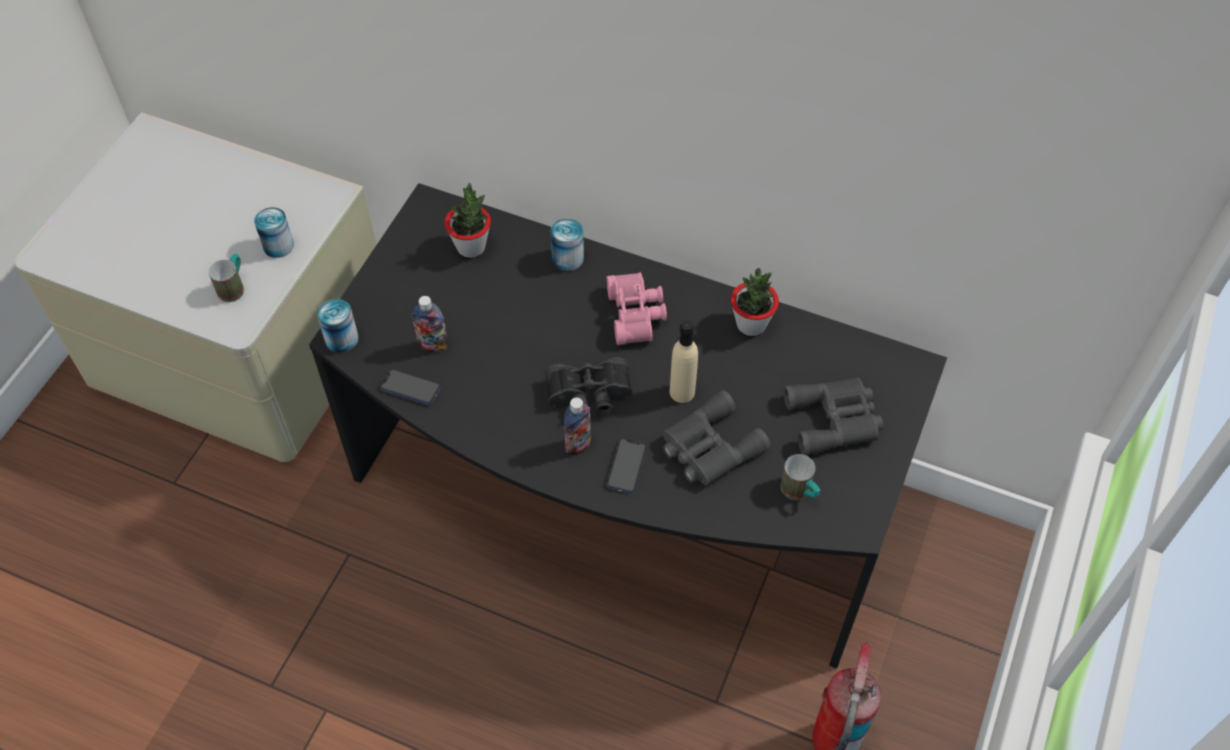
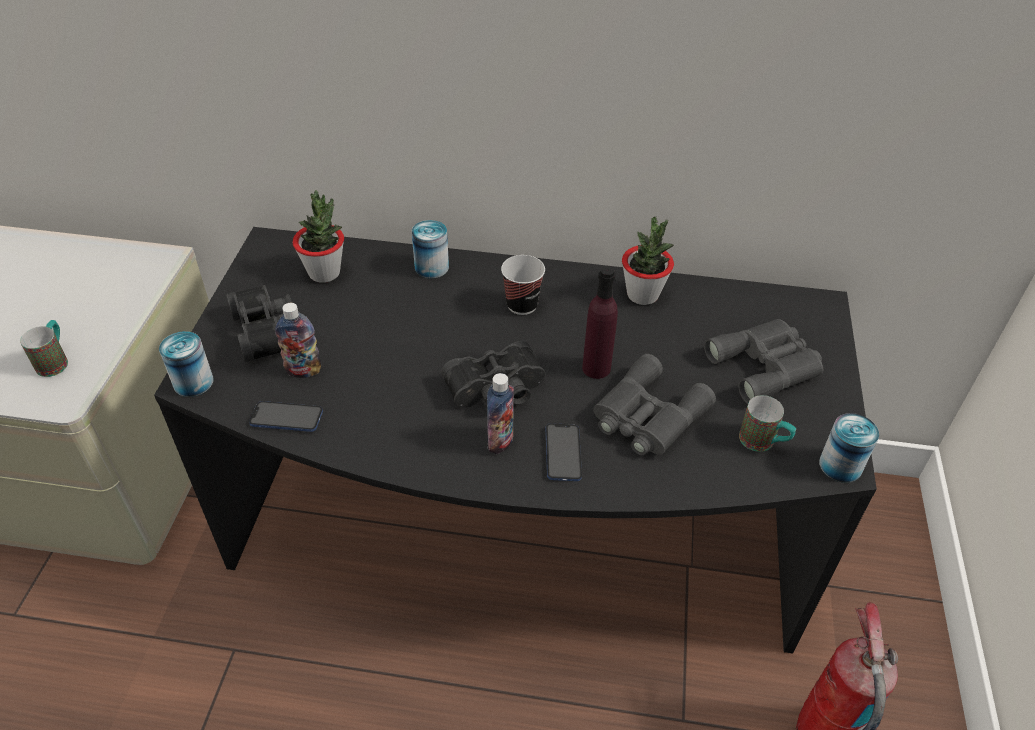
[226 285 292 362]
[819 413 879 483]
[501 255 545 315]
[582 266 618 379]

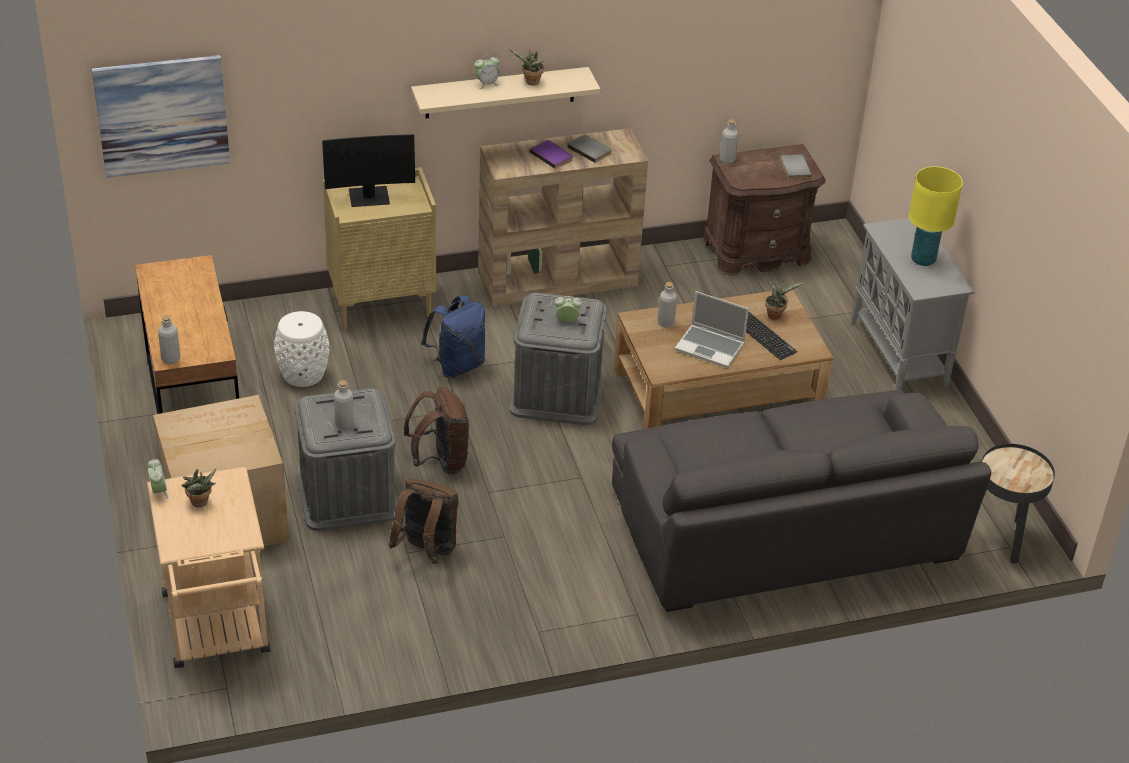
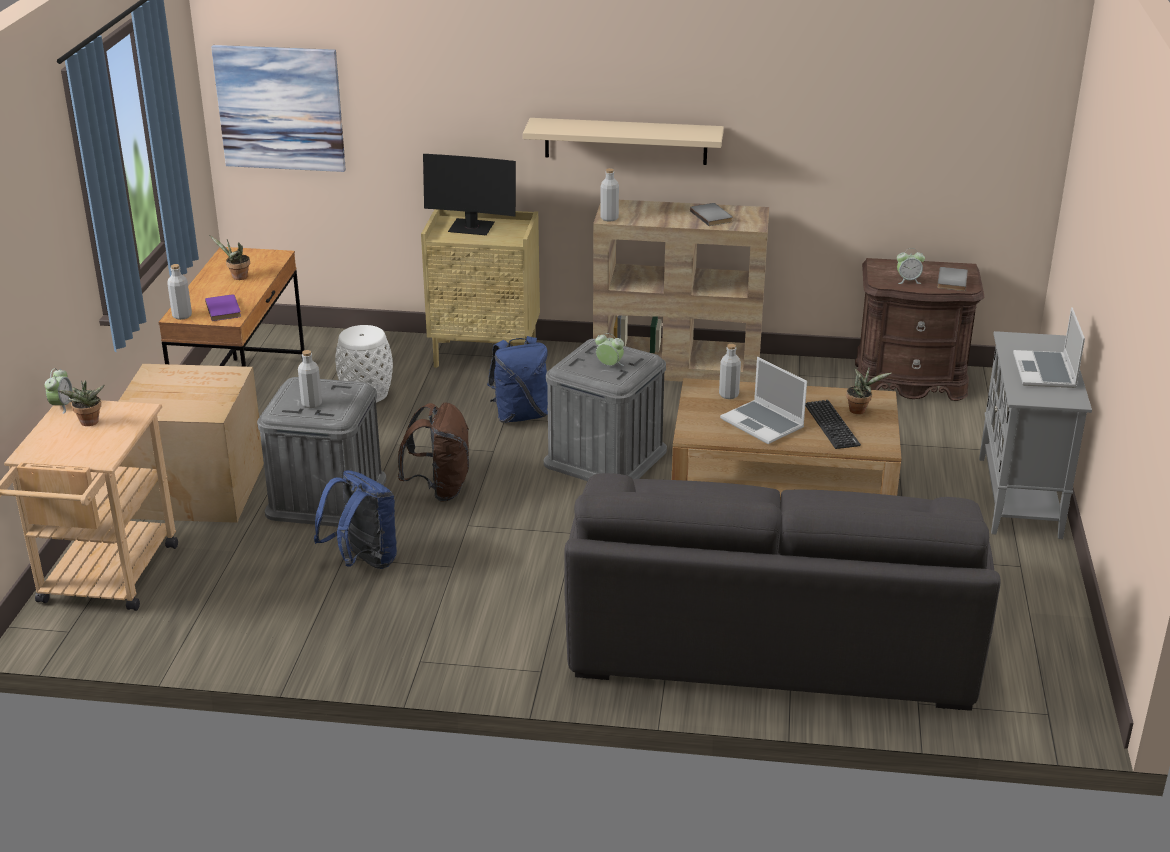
[982 444 1055 564] (first image)
[897 248 925 284]
[209 235 250 280]
[205 294 241 321]
[600 168 619 222]
[1013 307 1085 388]
[314 470 397 569]

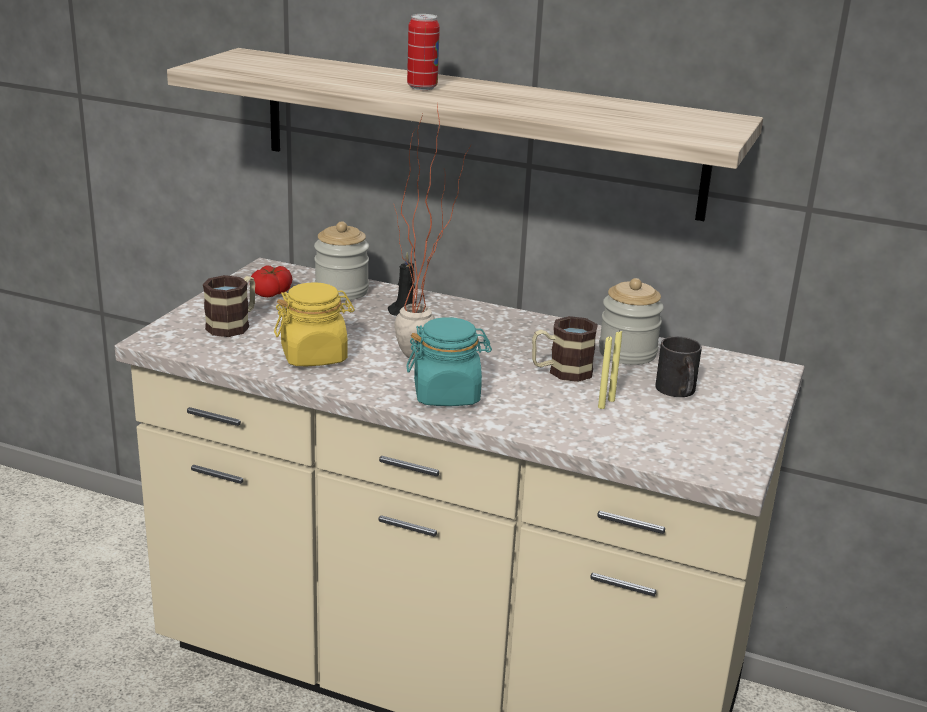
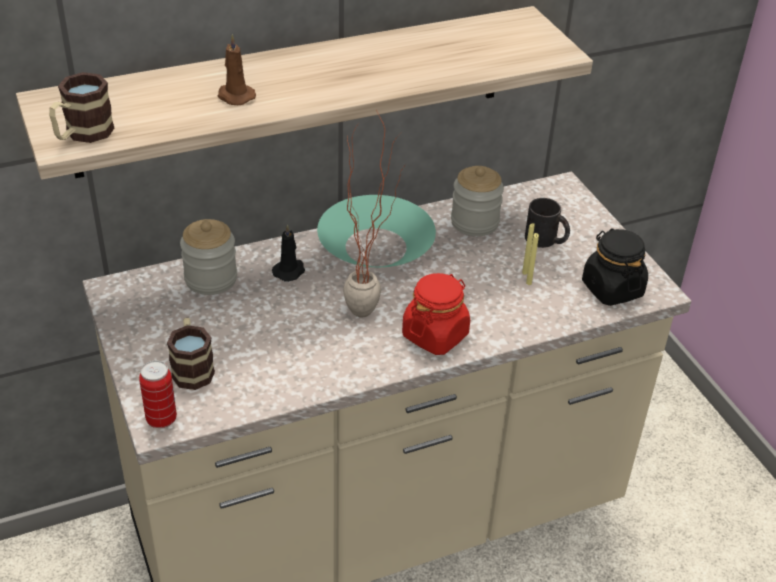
[251 266 292 297] (first image)
[274 282 355 366] (first image)
[217 34 256 105]
[317 195 436 267]
[582 228 648 306]
[139 361 177 428]
[49 72 114 143]
[402 273 470 355]

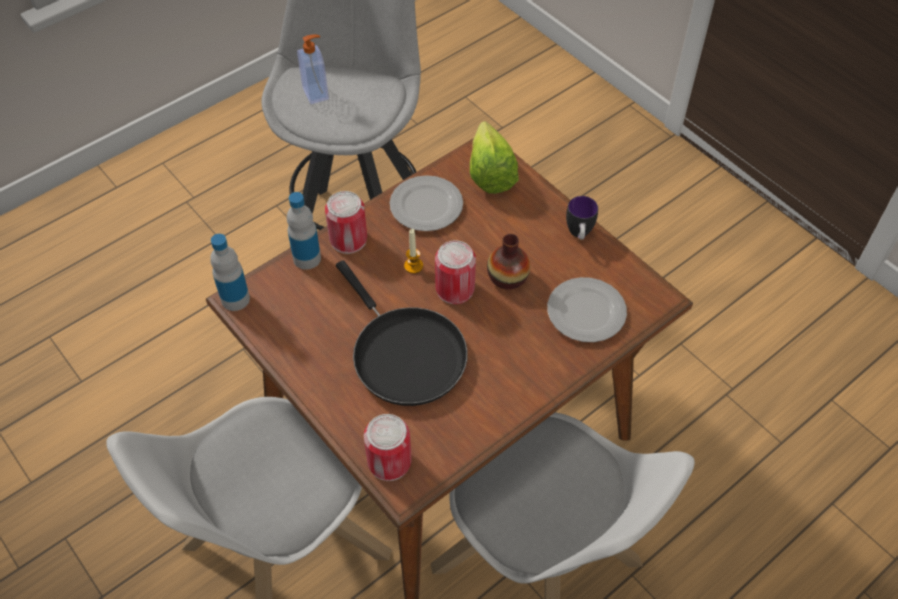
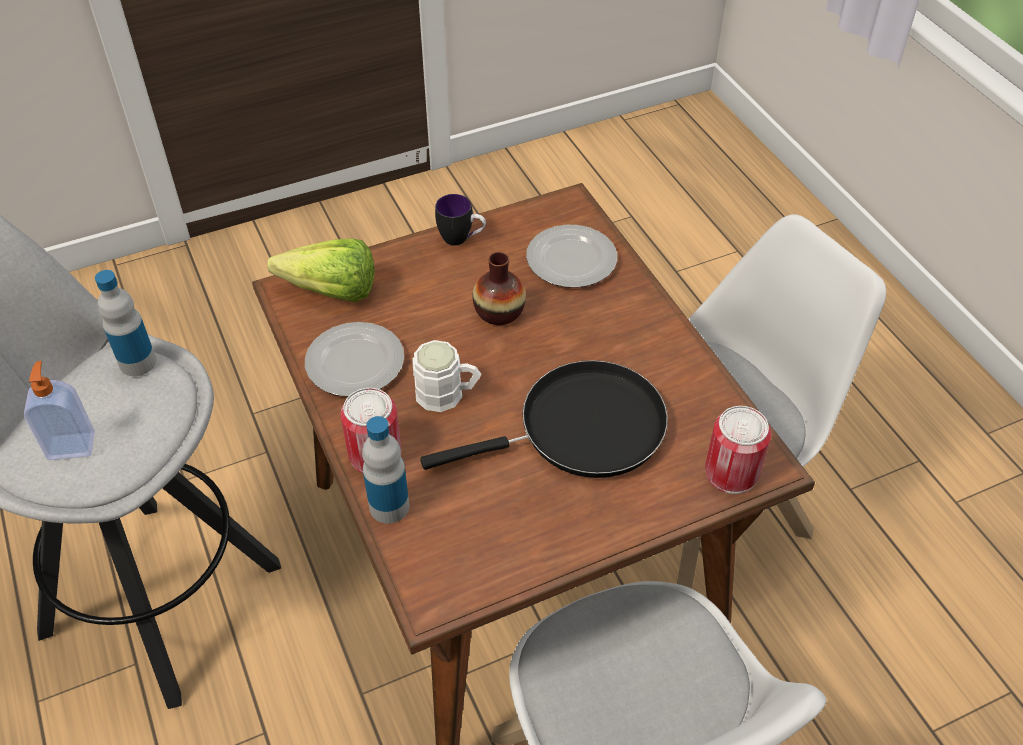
[435 240 476 304] (first image)
[95 270 156 376]
[413 340 481 412]

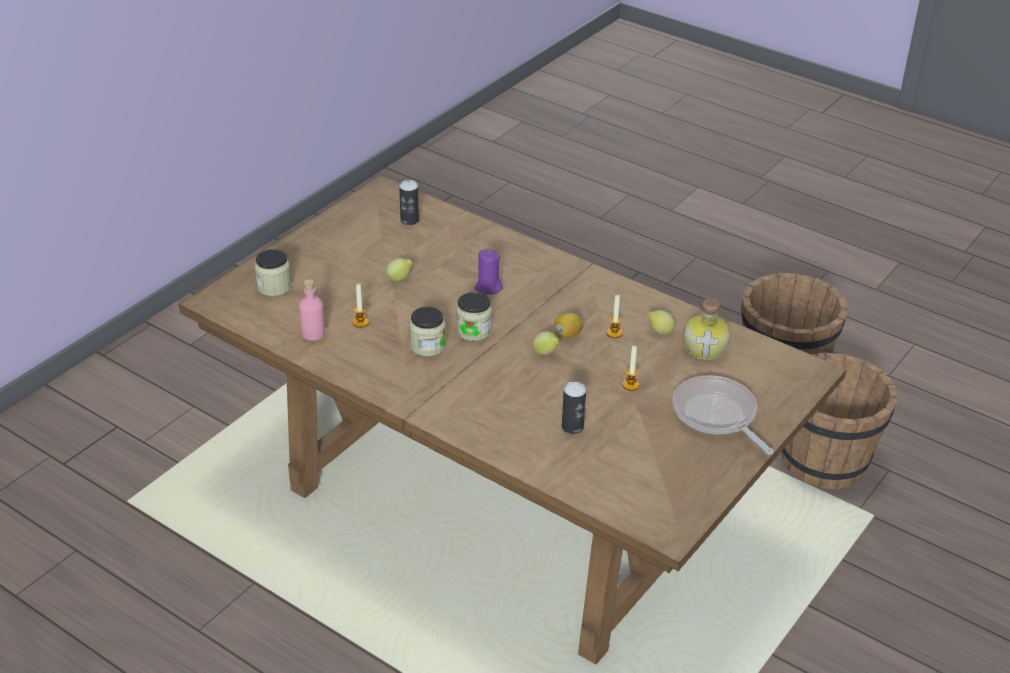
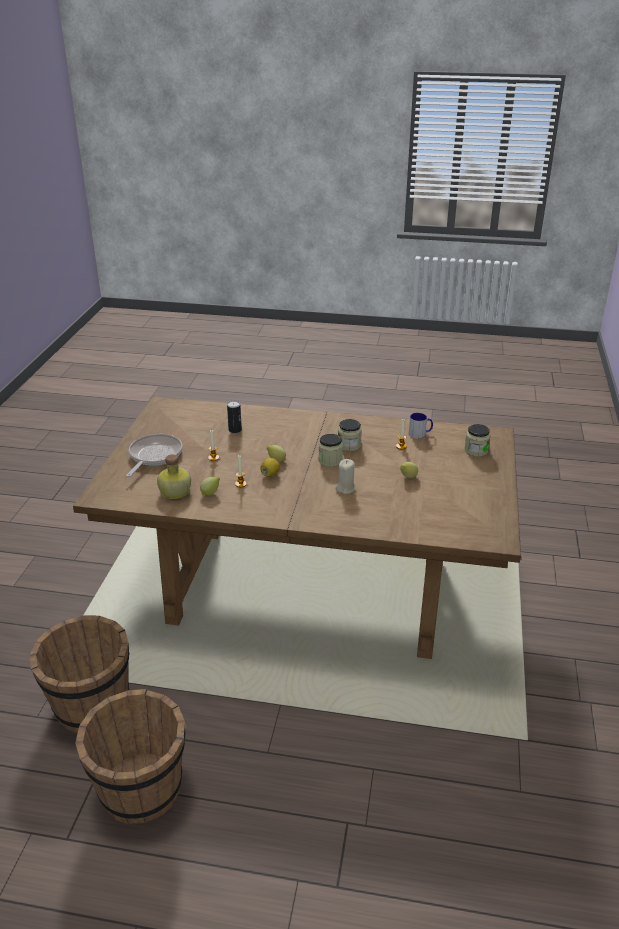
[399 180 419 225] (first image)
[409 413 433 439]
[336 459 355 494]
[126 434 183 477]

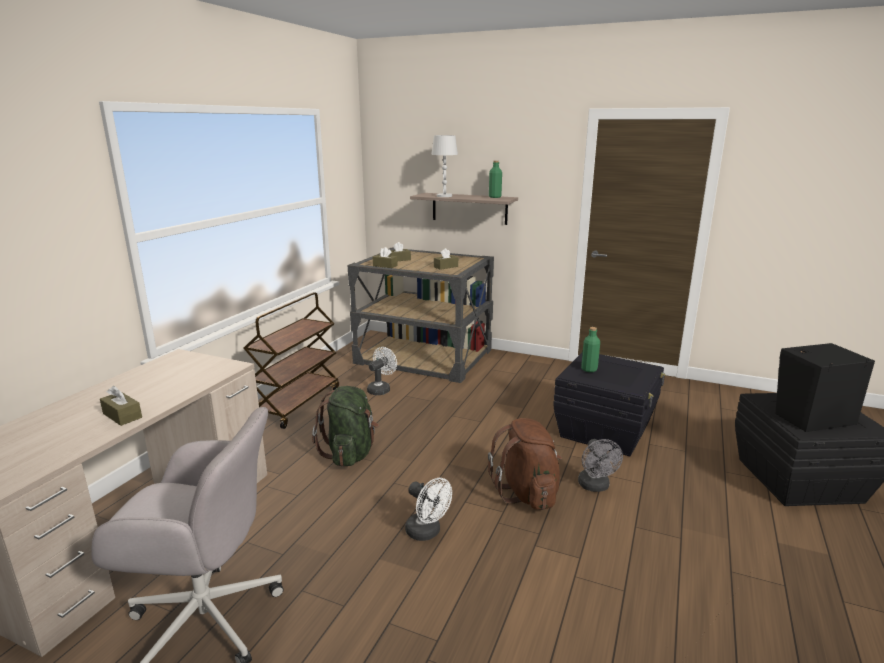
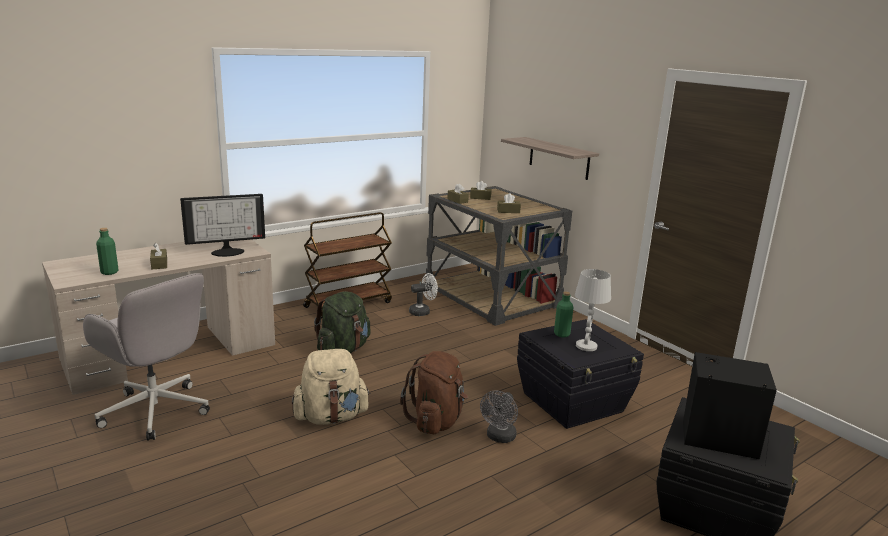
[180 194 265 257]
[575 269 611 351]
[96 228 119 275]
[292 349 371 425]

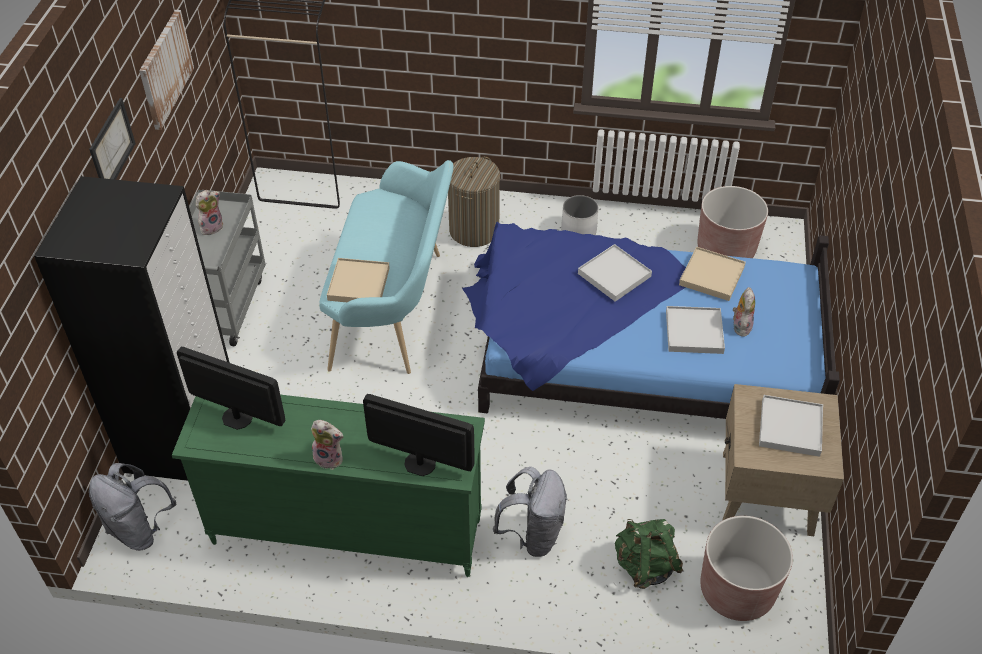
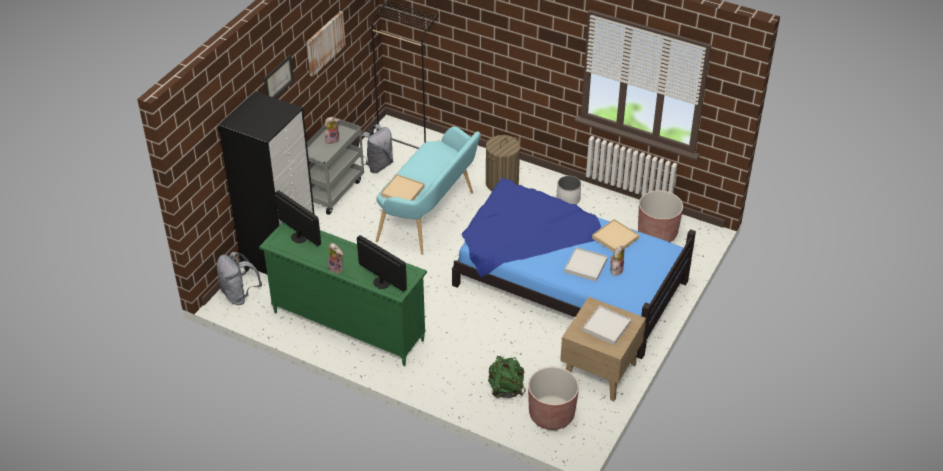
[578 244 652 302] (first image)
[356 125 393 173]

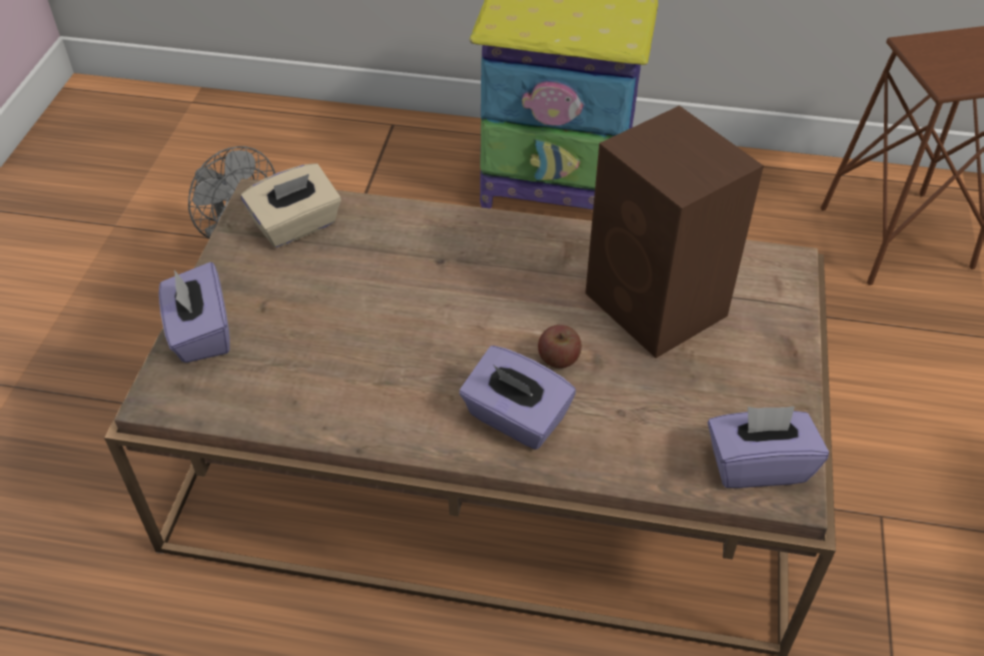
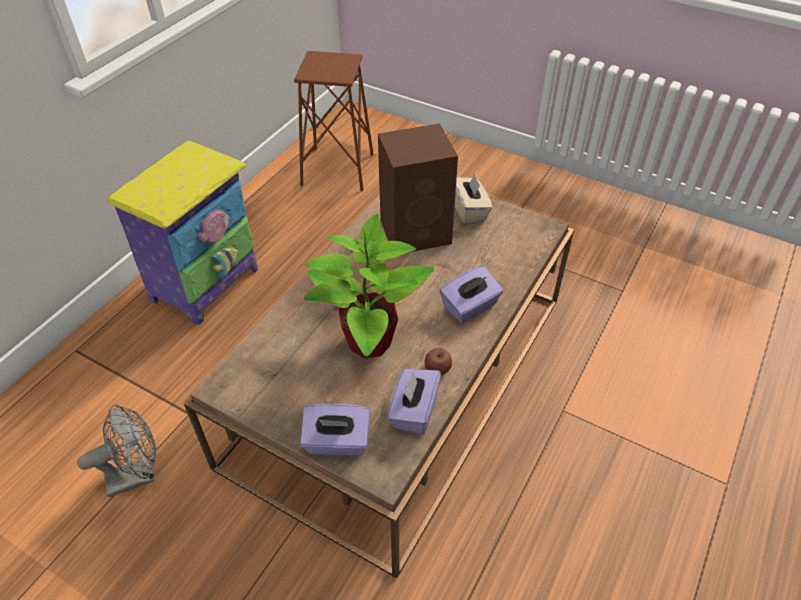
[304 214 435 358]
[455 173 493 224]
[425 348 452 375]
[388 369 441 435]

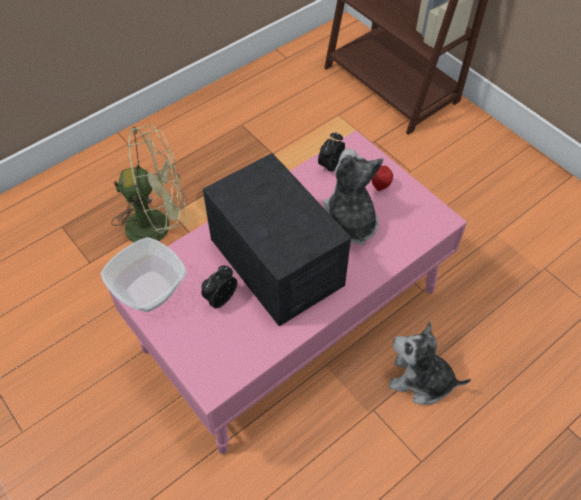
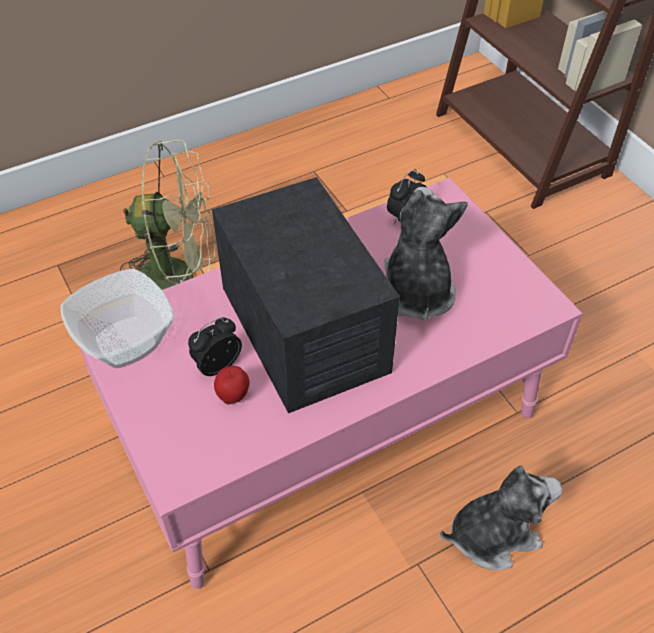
[214 366 250 404]
[440 465 562 570]

